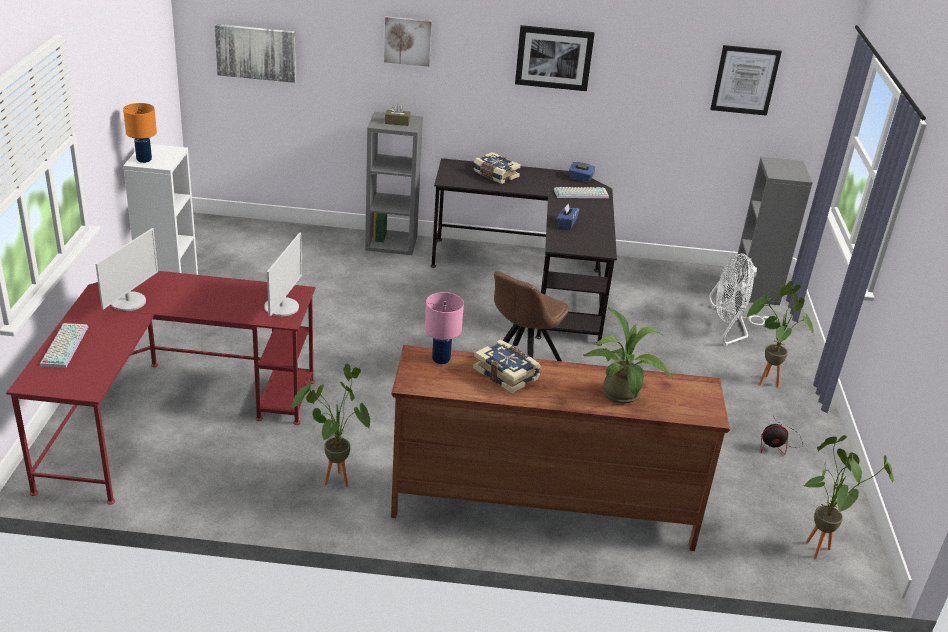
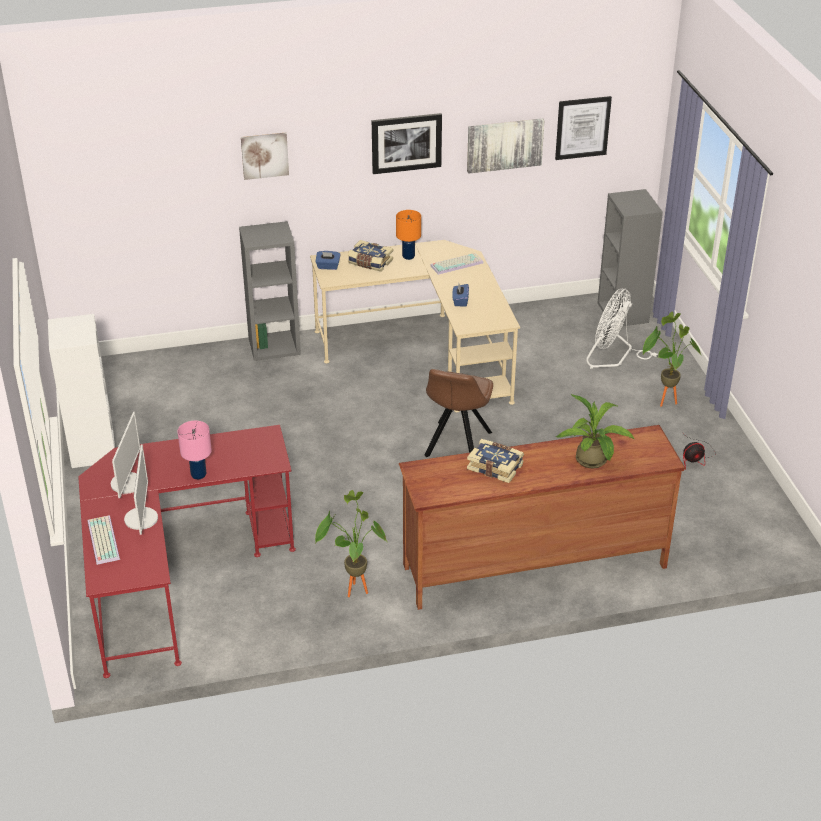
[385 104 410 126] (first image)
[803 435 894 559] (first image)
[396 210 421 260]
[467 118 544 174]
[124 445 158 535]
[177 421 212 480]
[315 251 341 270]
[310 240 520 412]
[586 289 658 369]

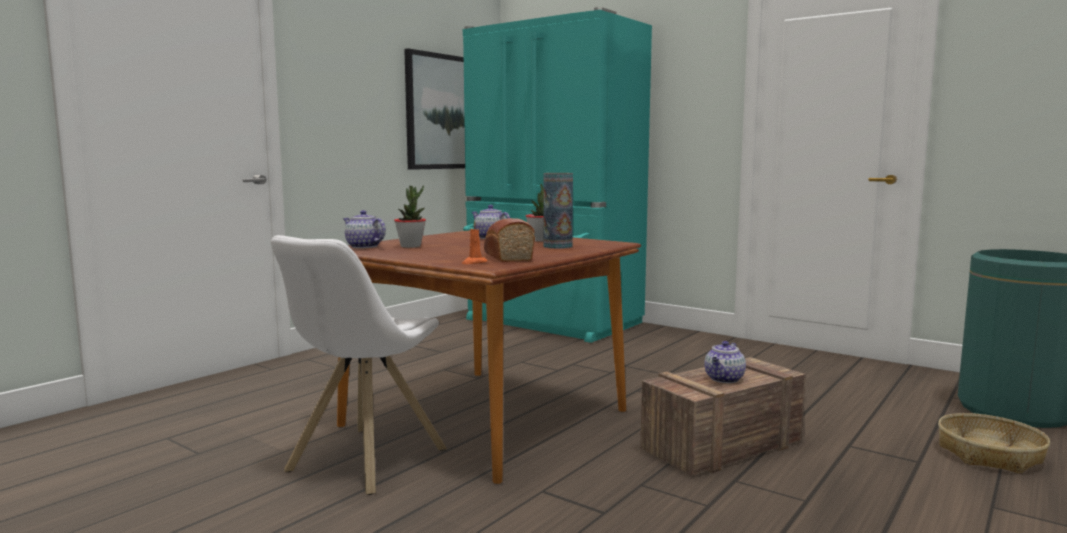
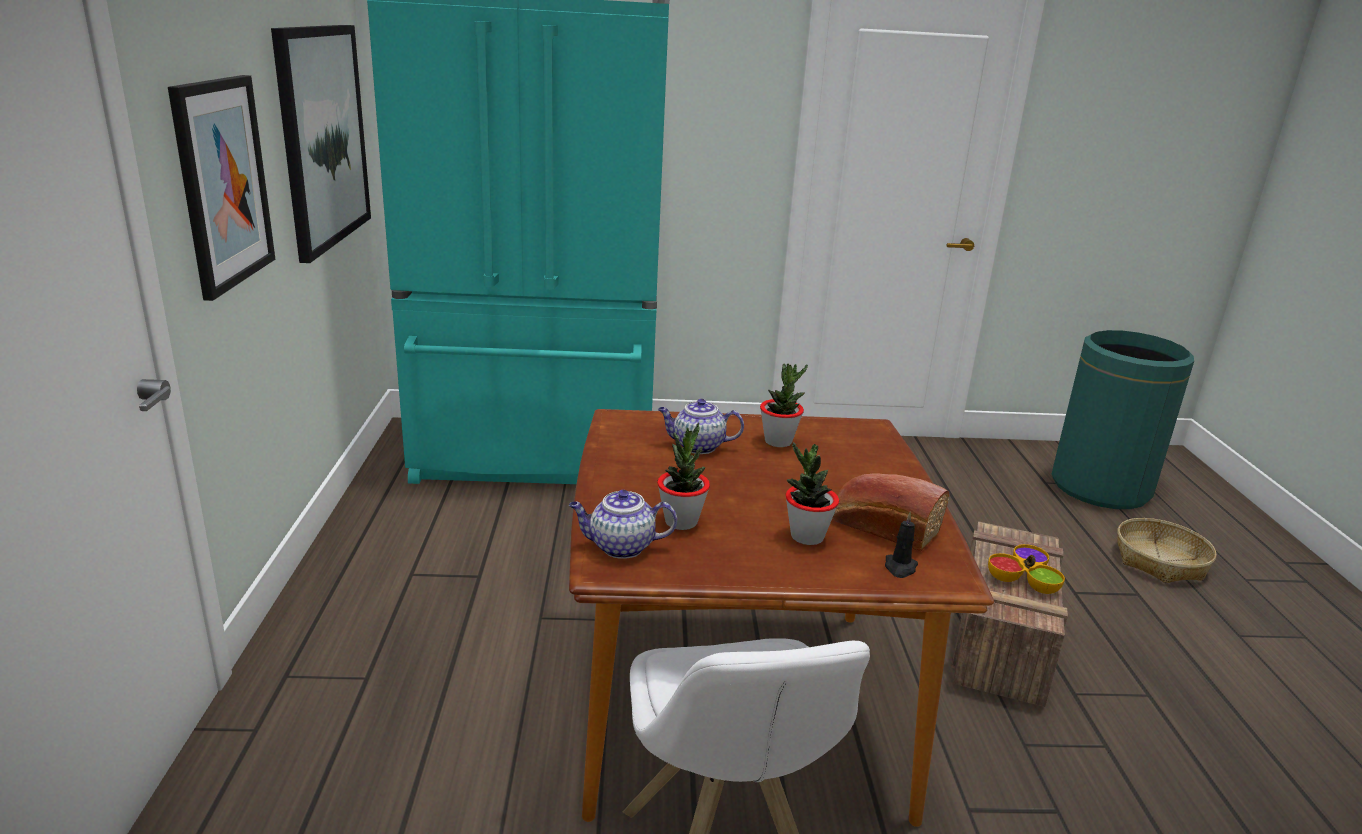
[543 173 573 249] (first image)
[168 75 275 301]
[785 442 839 545]
[988 544 1065 594]
[885 512 918 578]

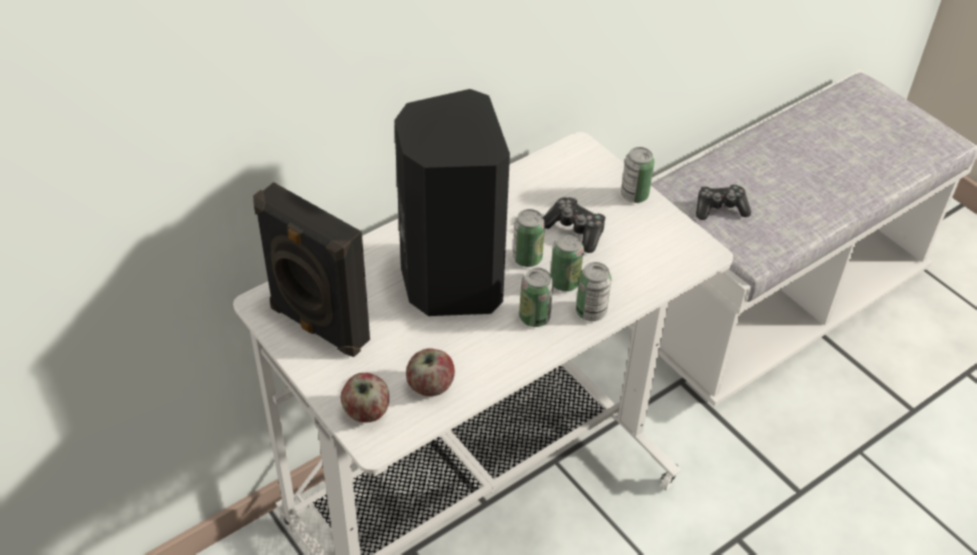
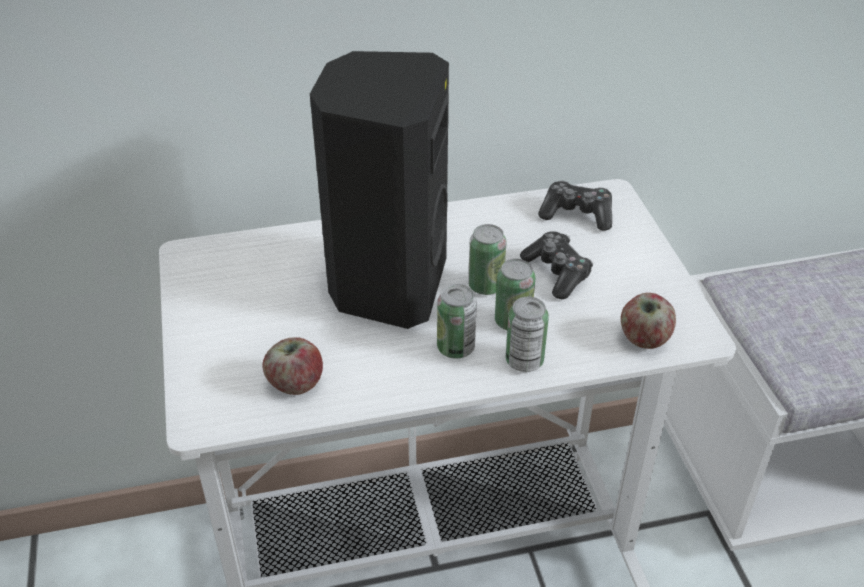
[253 182 370 357] (first image)
[621 147 654 203] (first image)
[621 293 676 349]
[538 181 612 230]

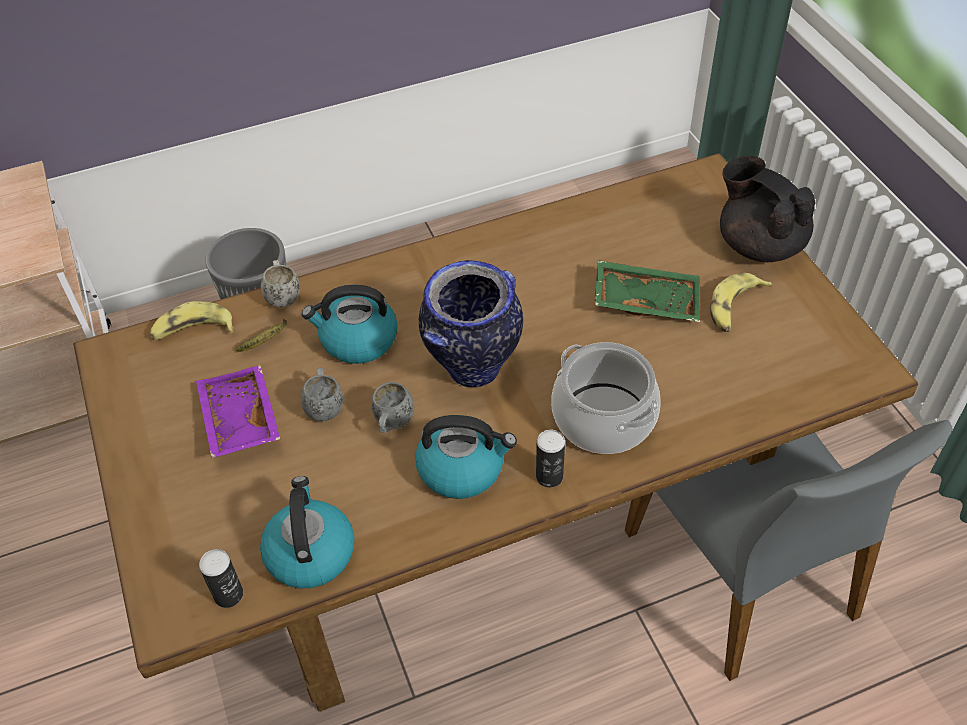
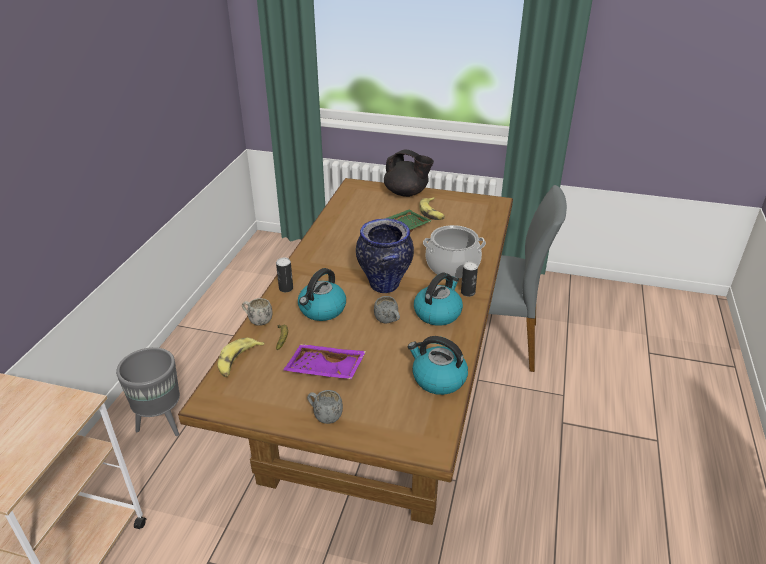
[276 258 293 292]
[307 390 343 424]
[384 149 434 197]

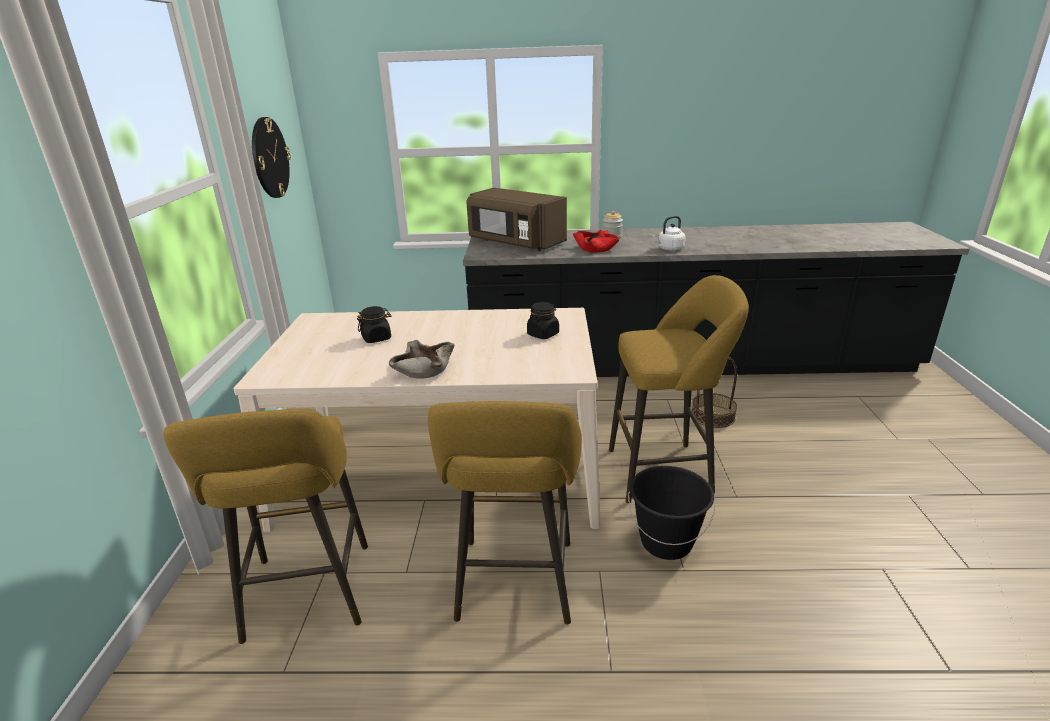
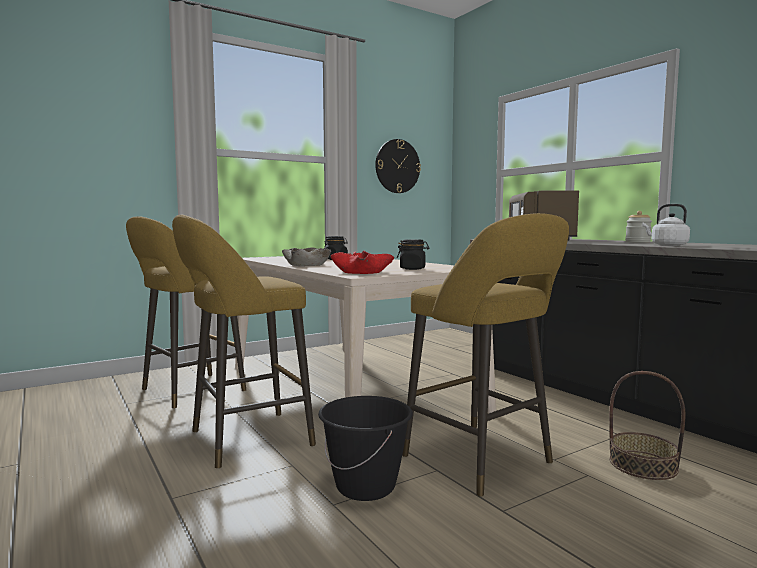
[330 250 394 274]

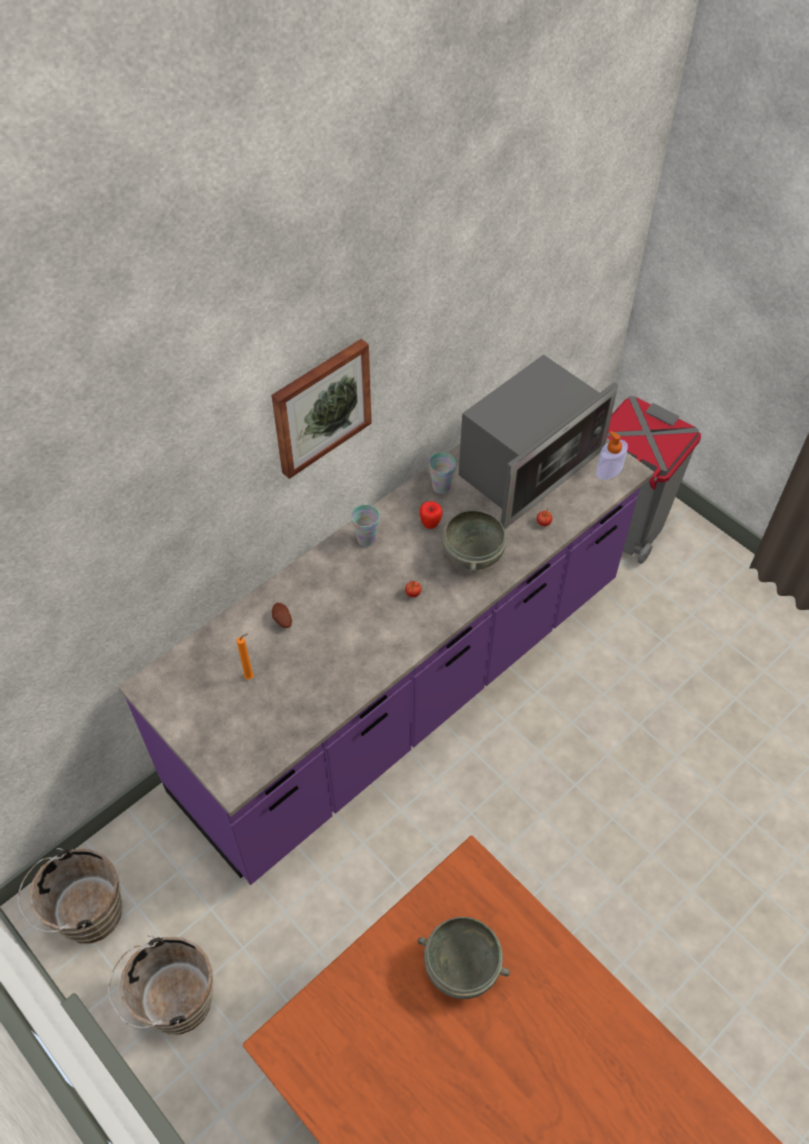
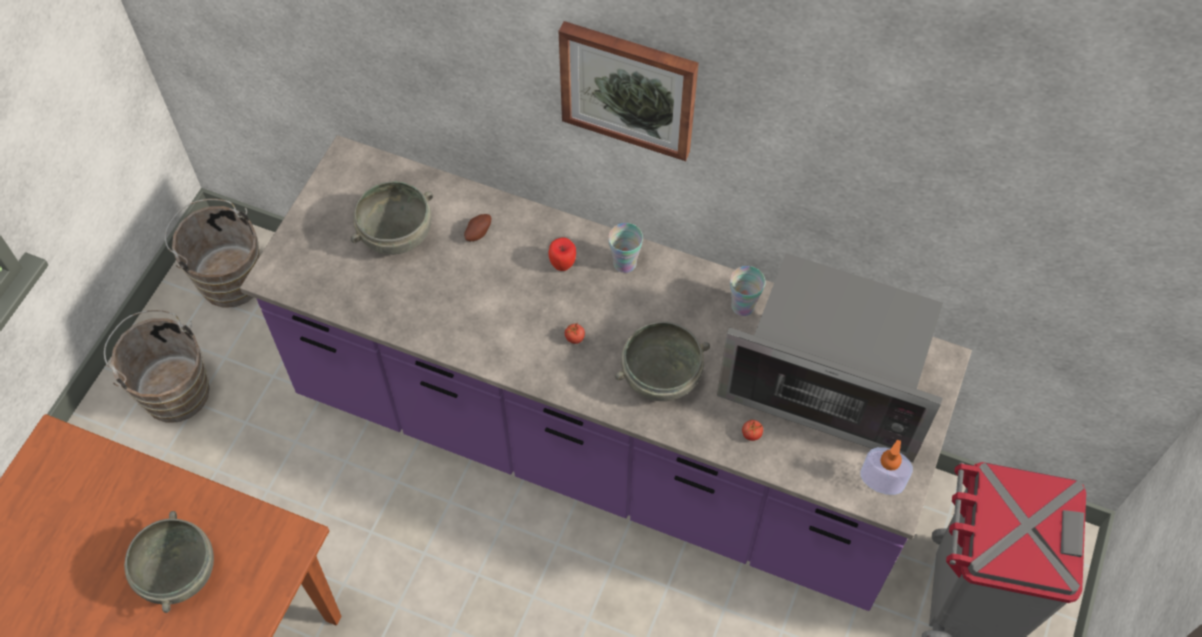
[549 237 576 271]
[351 181 433 255]

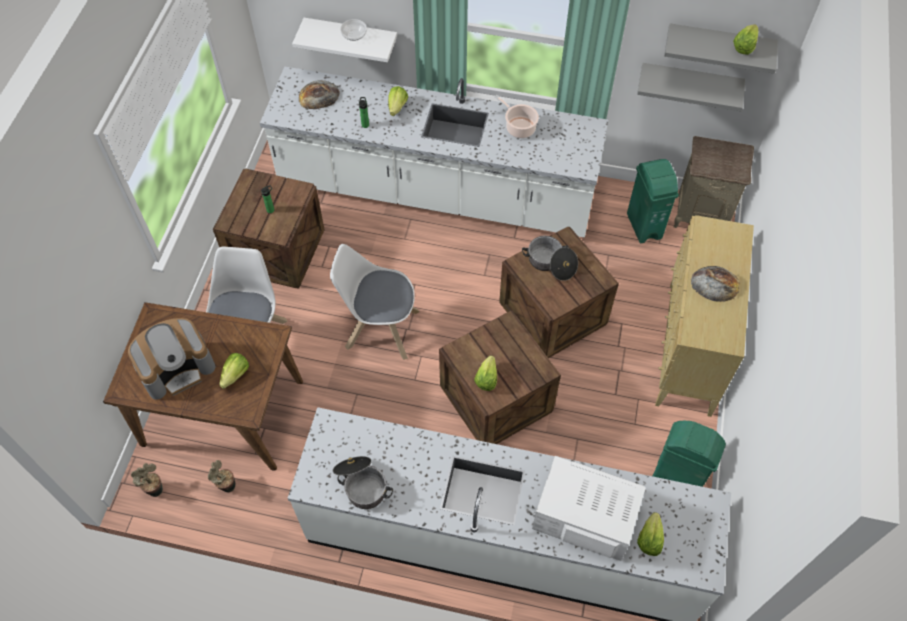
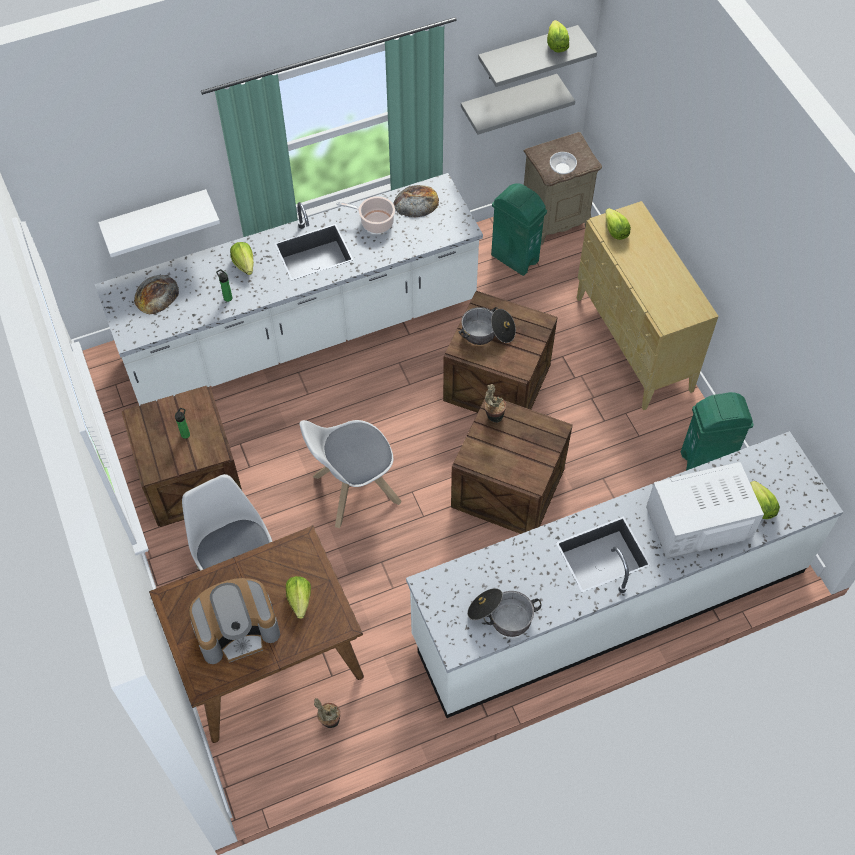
[484 384 506 423]
[550 152 577 174]
[605 208 631 240]
[394 185 439 217]
[189 578 280 664]

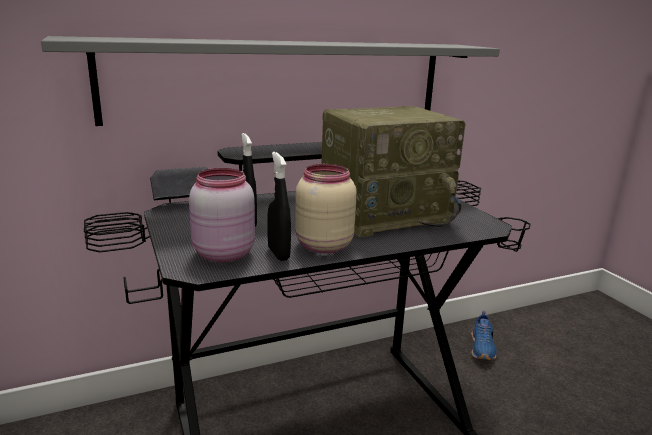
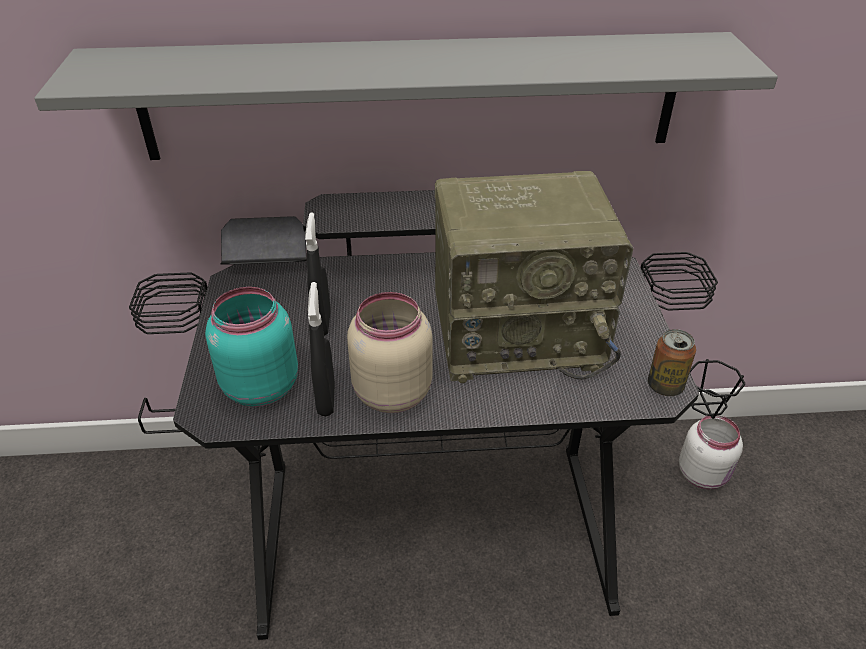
[648 329 696 396]
[679 415 743 489]
[205 287 298 407]

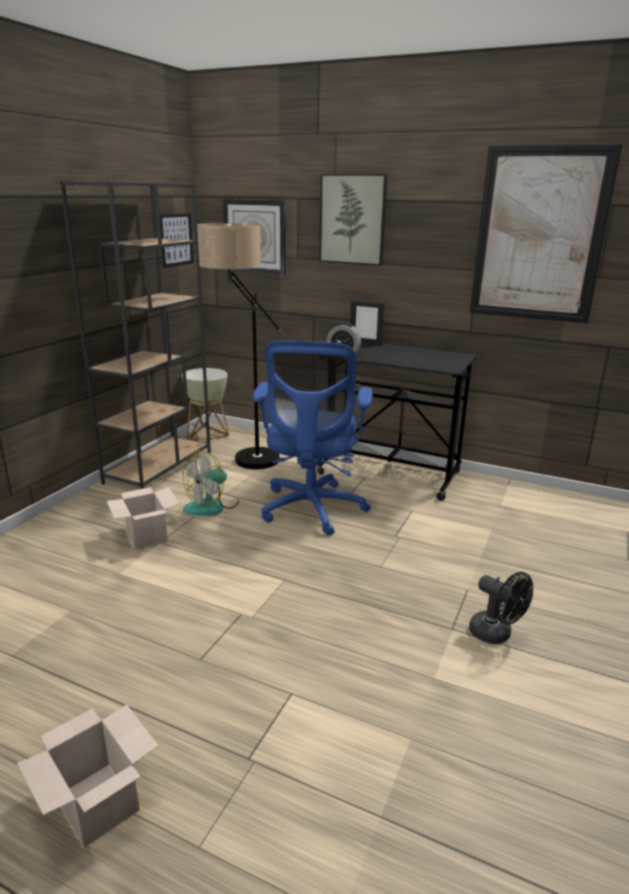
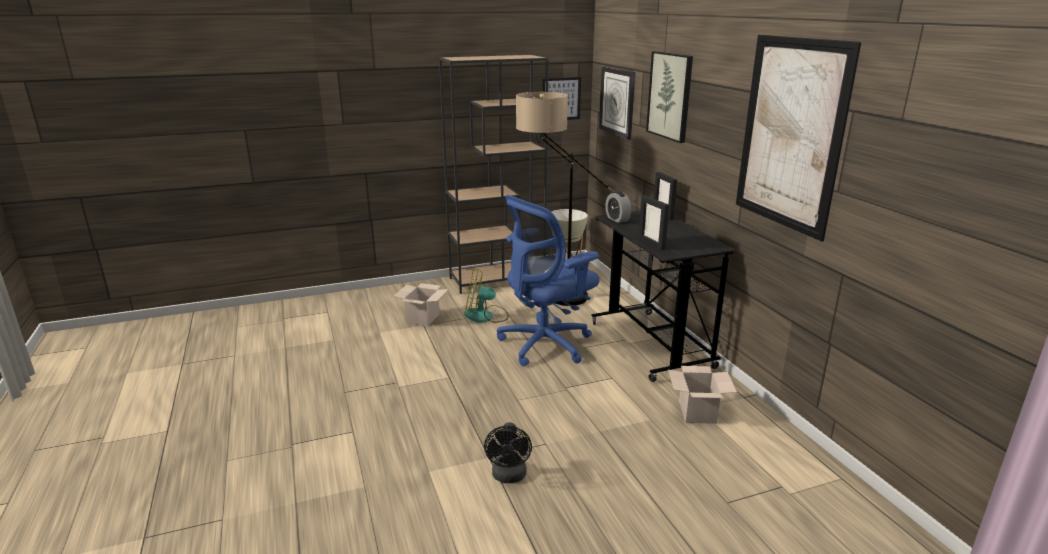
[638 195 669 250]
[668 366 737 424]

